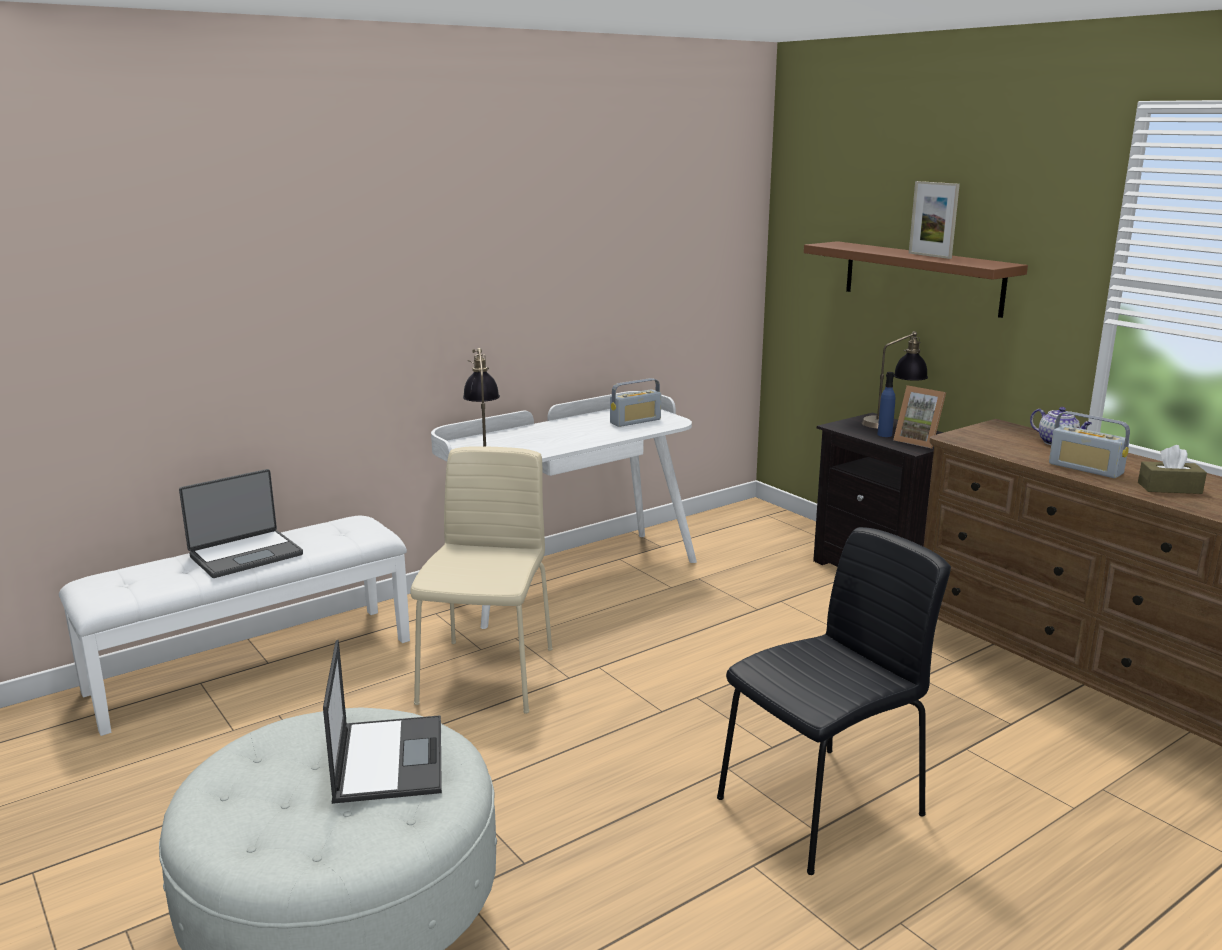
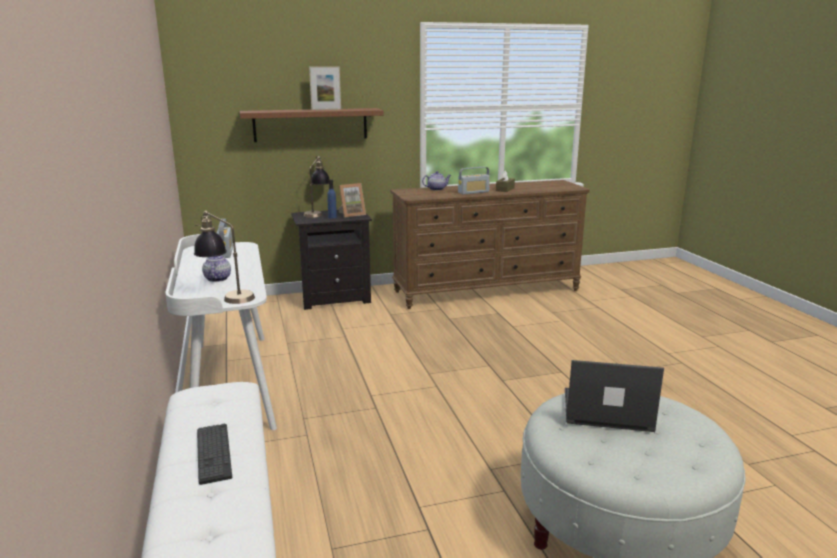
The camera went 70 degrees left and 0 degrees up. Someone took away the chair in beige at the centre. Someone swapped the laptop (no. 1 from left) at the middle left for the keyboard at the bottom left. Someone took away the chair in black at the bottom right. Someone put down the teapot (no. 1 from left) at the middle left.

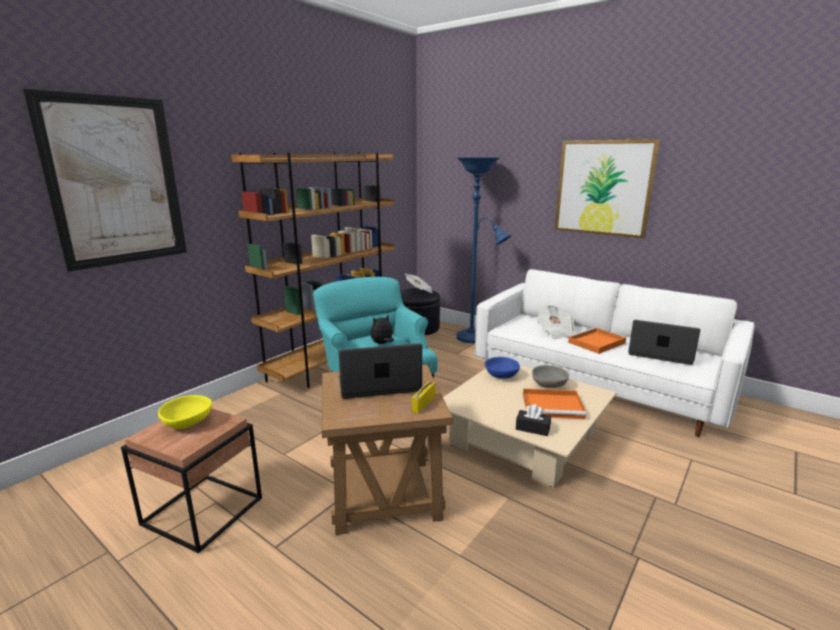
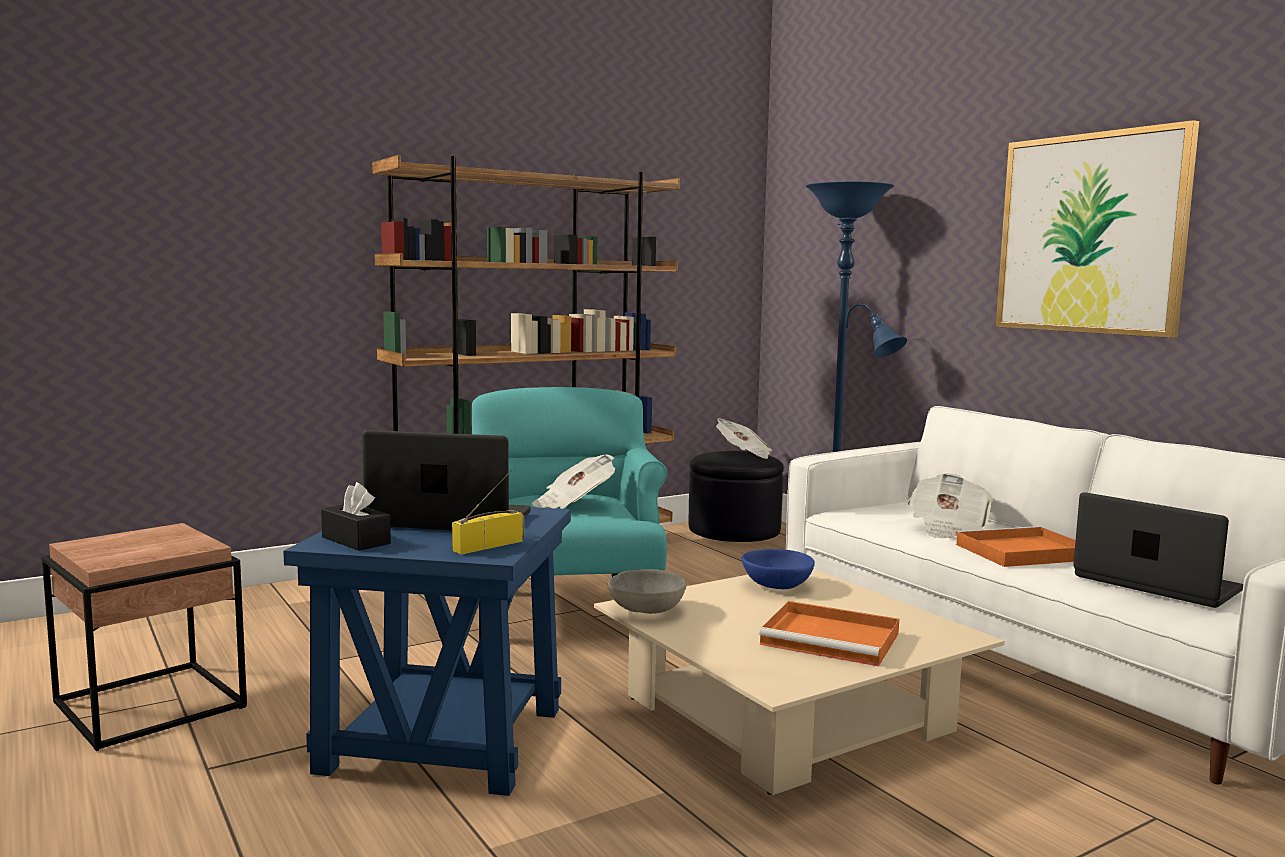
The camera went 20 degrees right and 10 degrees down. Someone took away the picture (no. 1 from left) at the top left. Someone swapped the plush toy at the centre for the newspaper (no. 1 from left) at the centre. Someone repainted the side table in brown (no. 2 from left) at the bottom centre, which became the side table in blue at the bottom left. Someone carried the bowl in grey from the centre to the bottom centre. Someone took away the bowl in yellow at the middle left. Someone carried the tissue box in black from the bottom centre to the middle left.

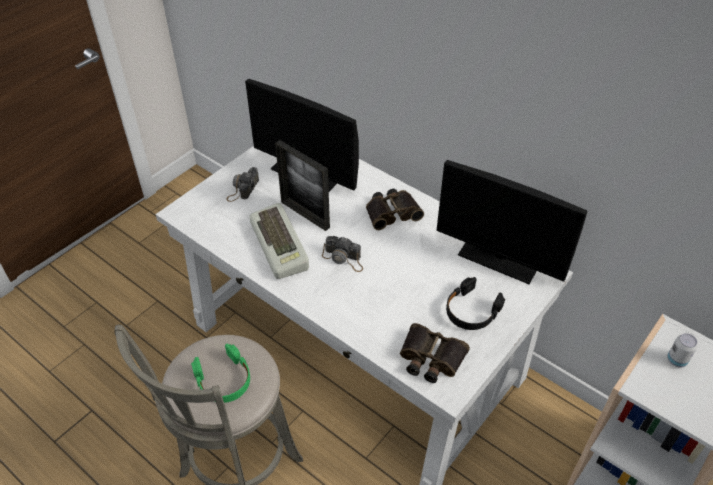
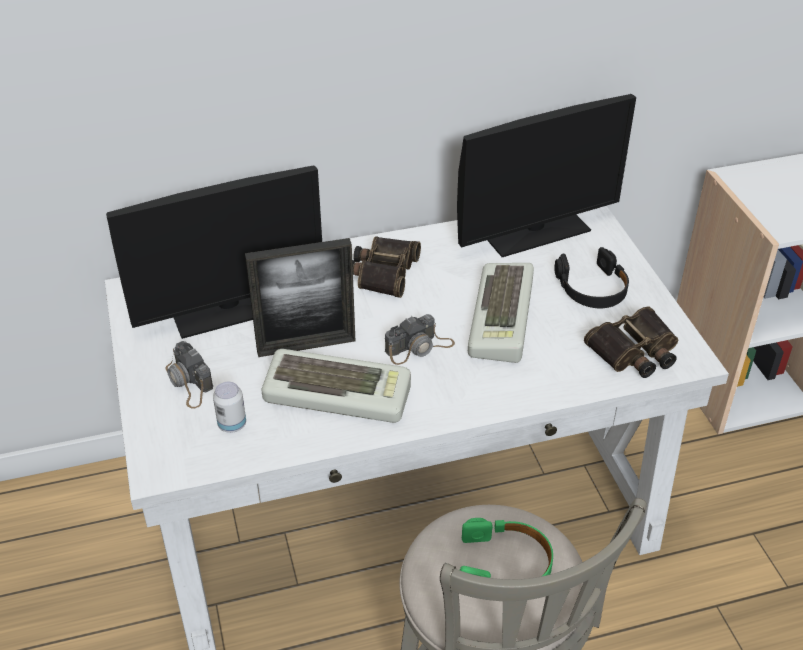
The camera went 55 degrees left and 5 degrees down. Someone carried the can from the bottom right to the middle left. Someone put down the keyboard (no. 2 from left) at the centre.

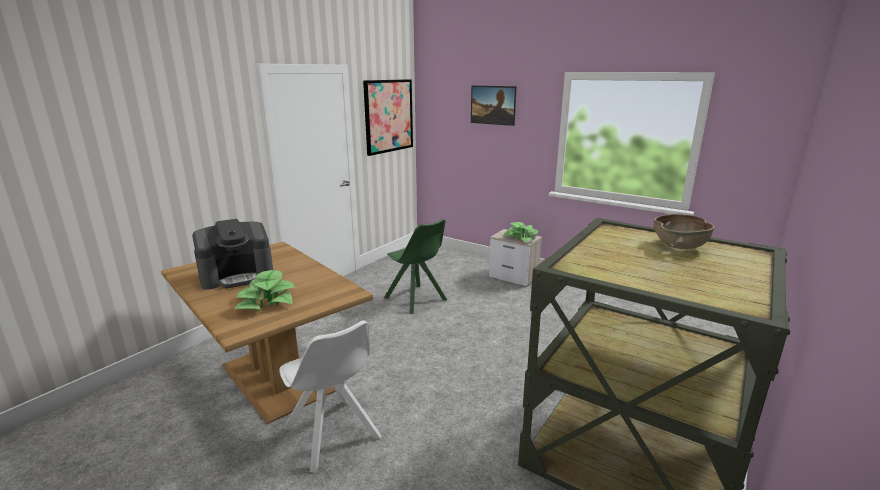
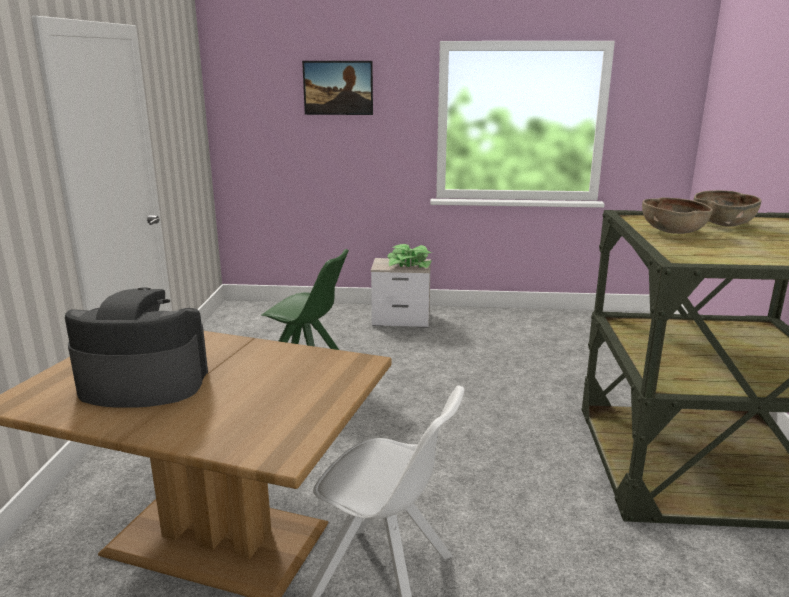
The camera went 30 degrees left and 0 degrees up. Someone took away the picture (no. 1 from left) at the top centre. Someone rotated the coffee machine at the middle left by 120 degrees counterclockwise. Someone took away the potted plant (no. 1 from left) at the middle left. Someone put down the bowl in brown (no. 1 from left) at the middle right.

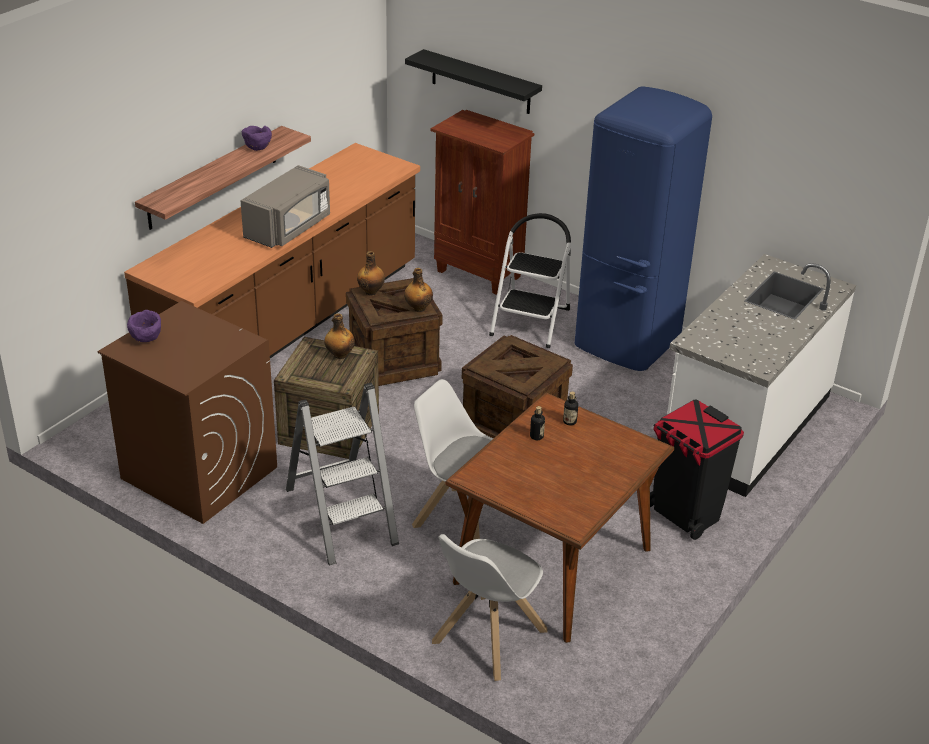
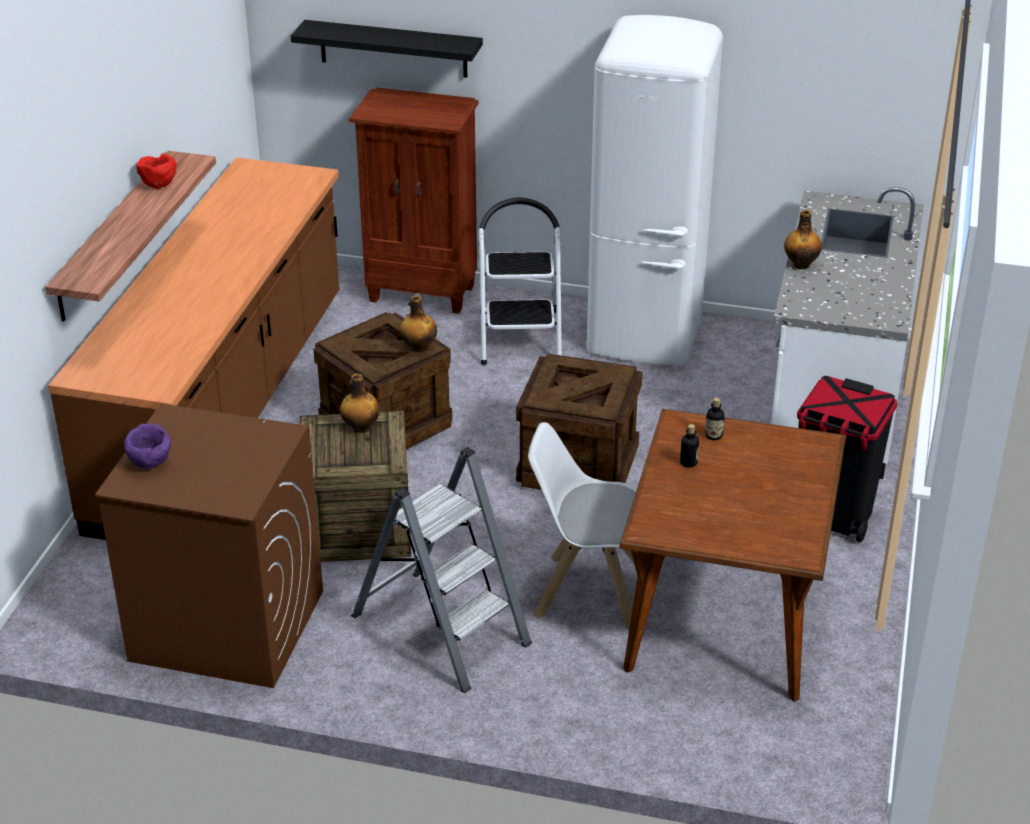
The camera went 20 degrees left and 0 degrees up. Someone repainted the fridge in blue at the top right, which became the fridge in white at the top centre. Someone repainted the bowl in purple (no. 2 from left) at the top left, which became the bowl in red at the top left. Someone took away the microwave in grey at the top left. Someone carried the bottle (no. 2 from left in the first image) from the centre to the top right. Someone took away the chair (no. 2 from left) at the bottom centre.

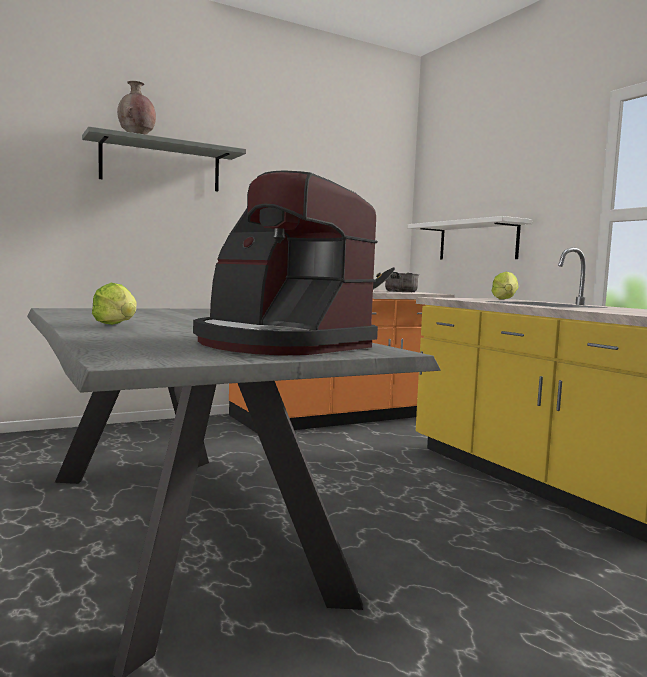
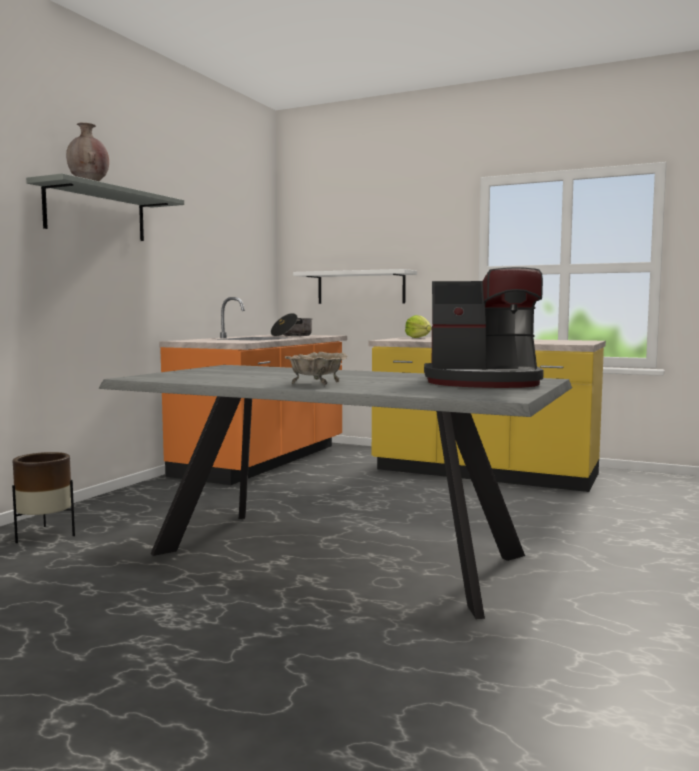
The camera went 35 degrees left and 0 degrees up. Someone swapped the lettuce (no. 1 from left) at the middle left for the bowl in beige at the centre. Someone put down the planter in brown at the middle left.

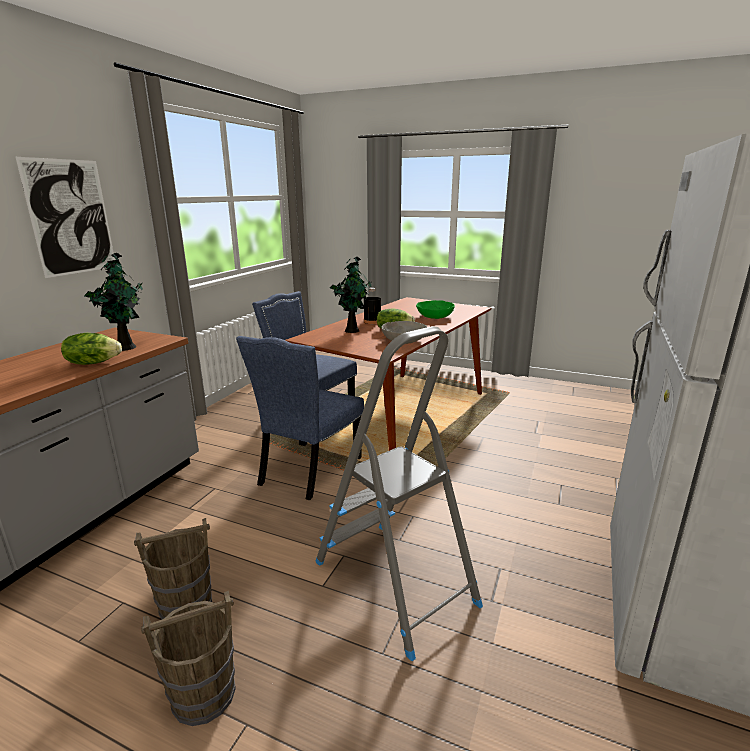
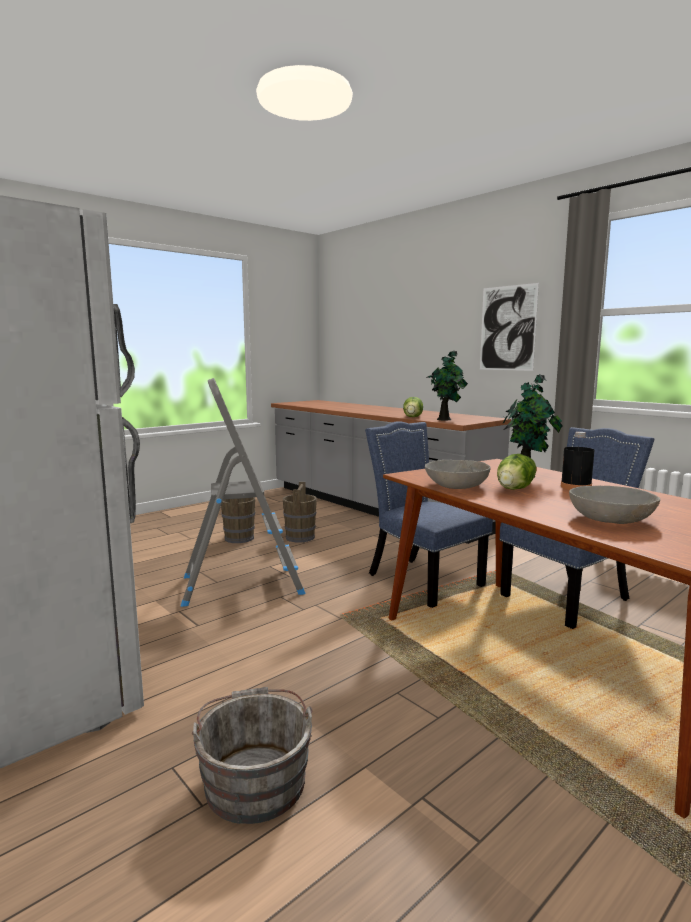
The camera went 115 degrees right and 10 degrees down. Someone repainted the bowl in green at the centre, which became the bowl in grey (no. 2 from left) at the middle right. Someone put down the bucket in grey at the bottom centre.

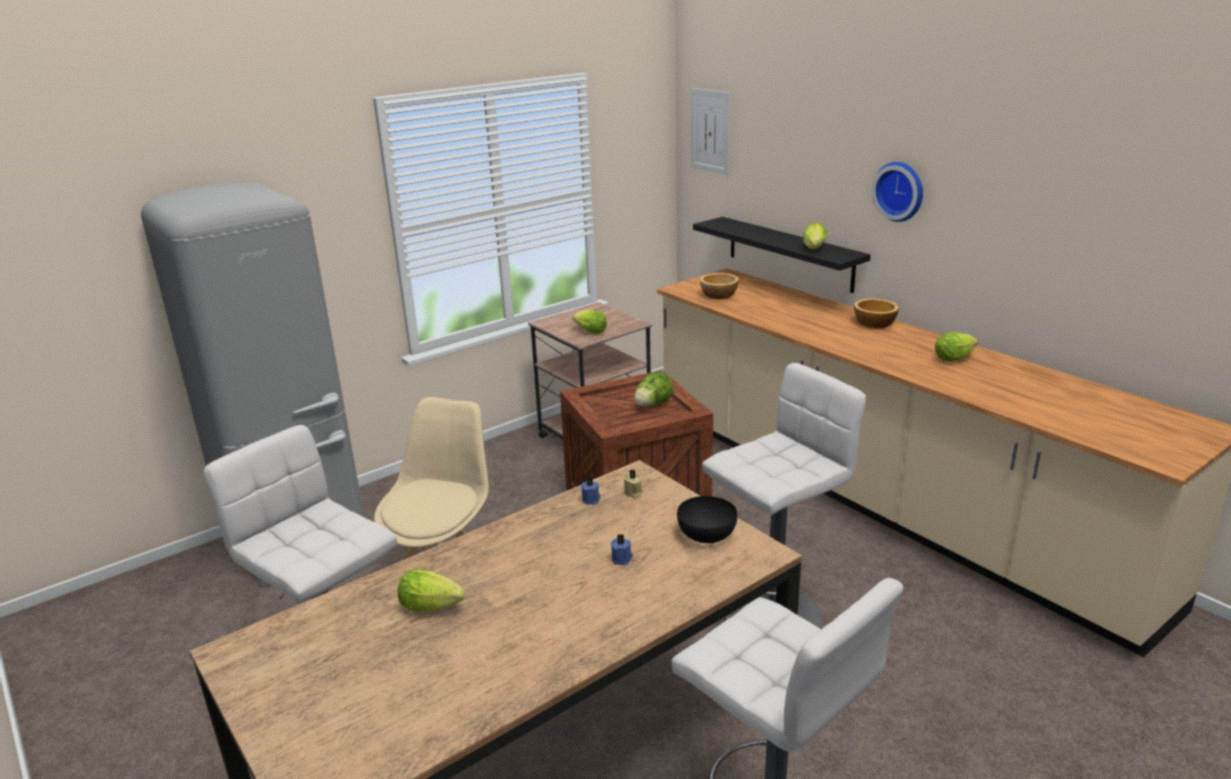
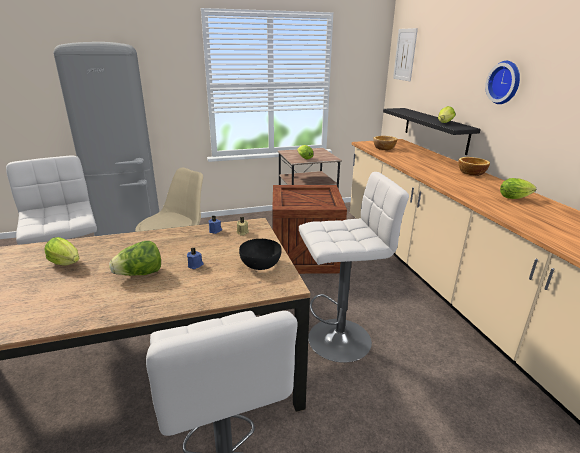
The camera went 20 degrees right and 0 degrees up. Someone carried the lettuce (no. 3 from left in the first image) from the centre to the middle left.

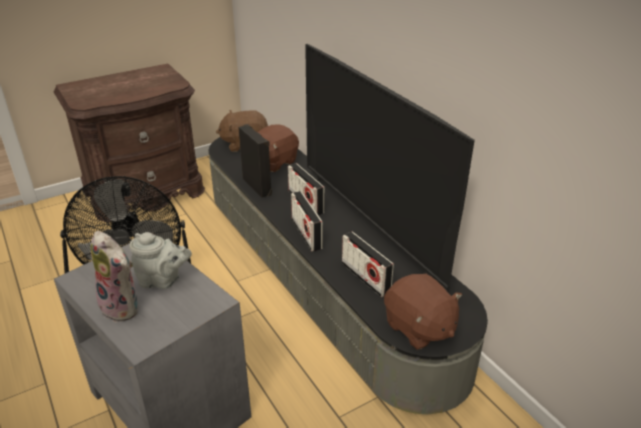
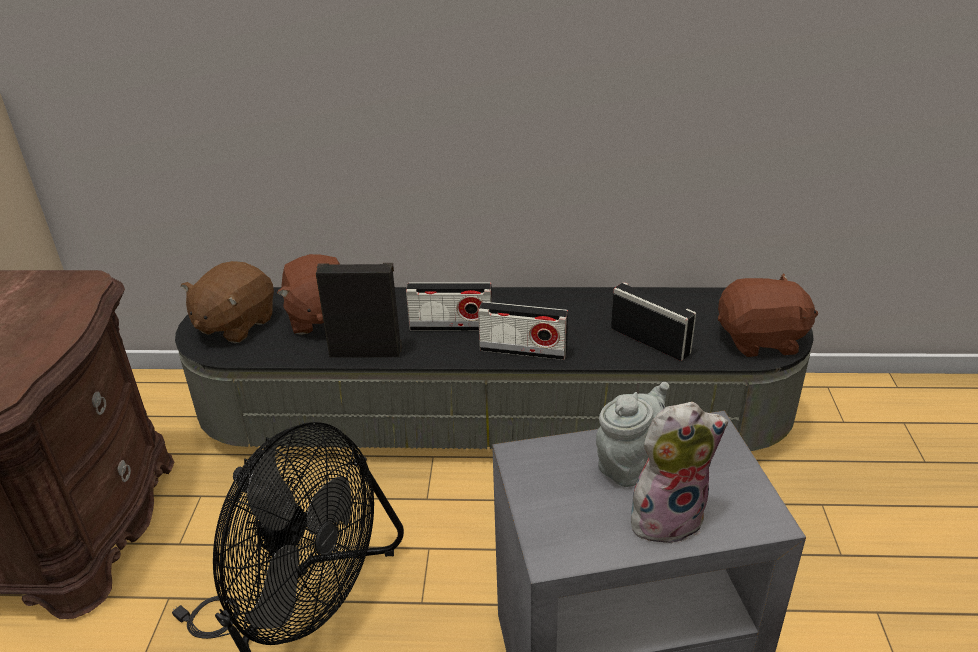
The camera went 55 degrees left and 0 degrees up. Someone took away the television at the centre. Someone rotated the radio (no. 3 from left) at the centre by 135 degrees counterclockwise.

